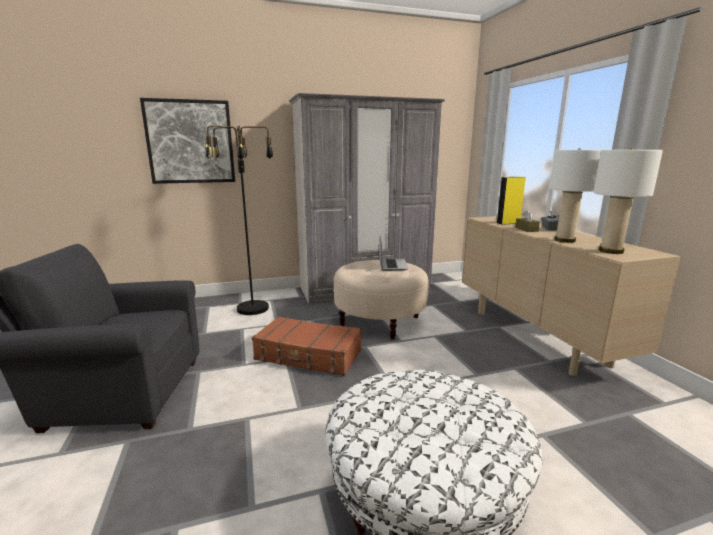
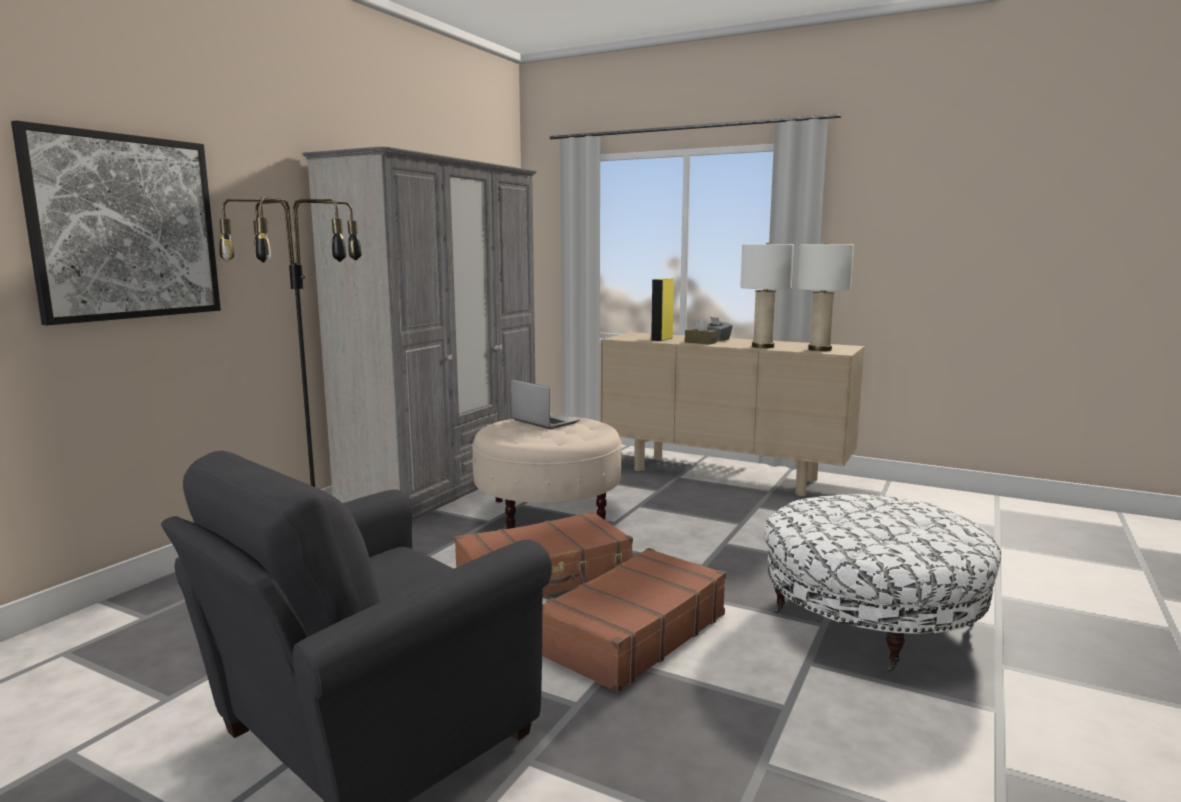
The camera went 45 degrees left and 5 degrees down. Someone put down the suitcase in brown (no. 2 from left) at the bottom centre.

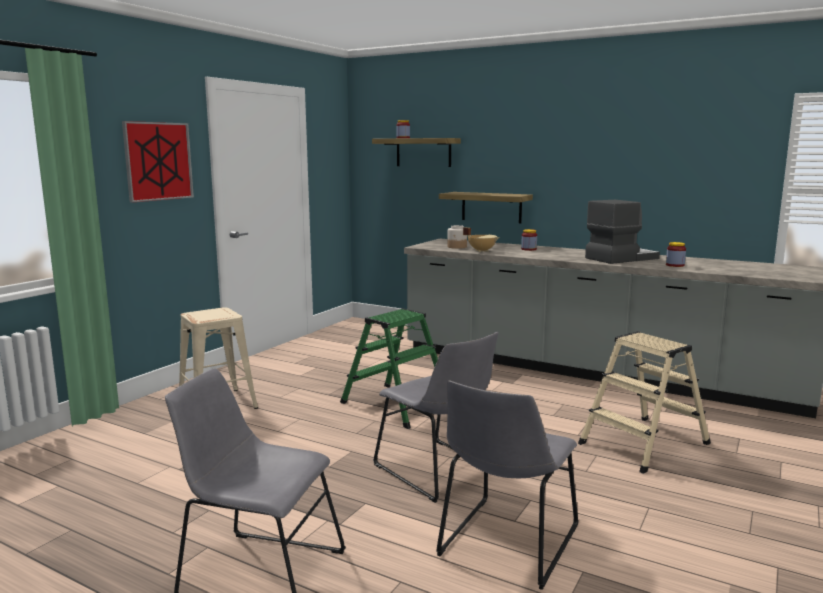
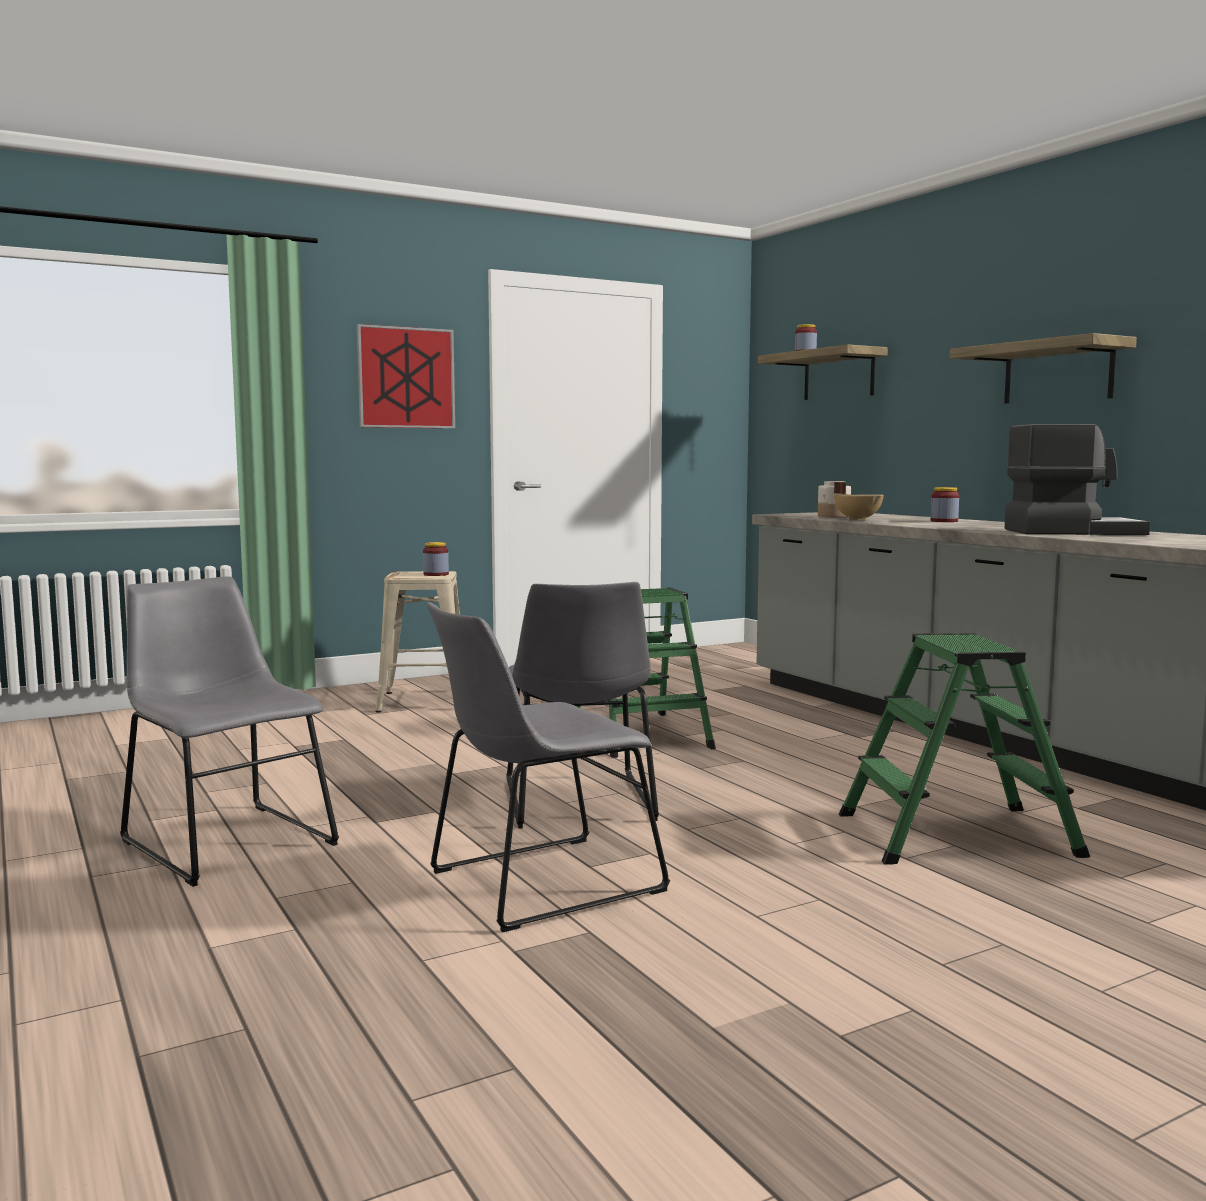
The camera went 30 degrees right and 5 degrees down. Someone carried the shelf (no. 2 from left) from the centre to the top right. Someone carried the jar (no. 4 from left in the first image) from the middle right to the centre. Someone repainted the step ladder in beige at the bottom right, which became the step ladder in green (no. 2 from left) at the middle right.

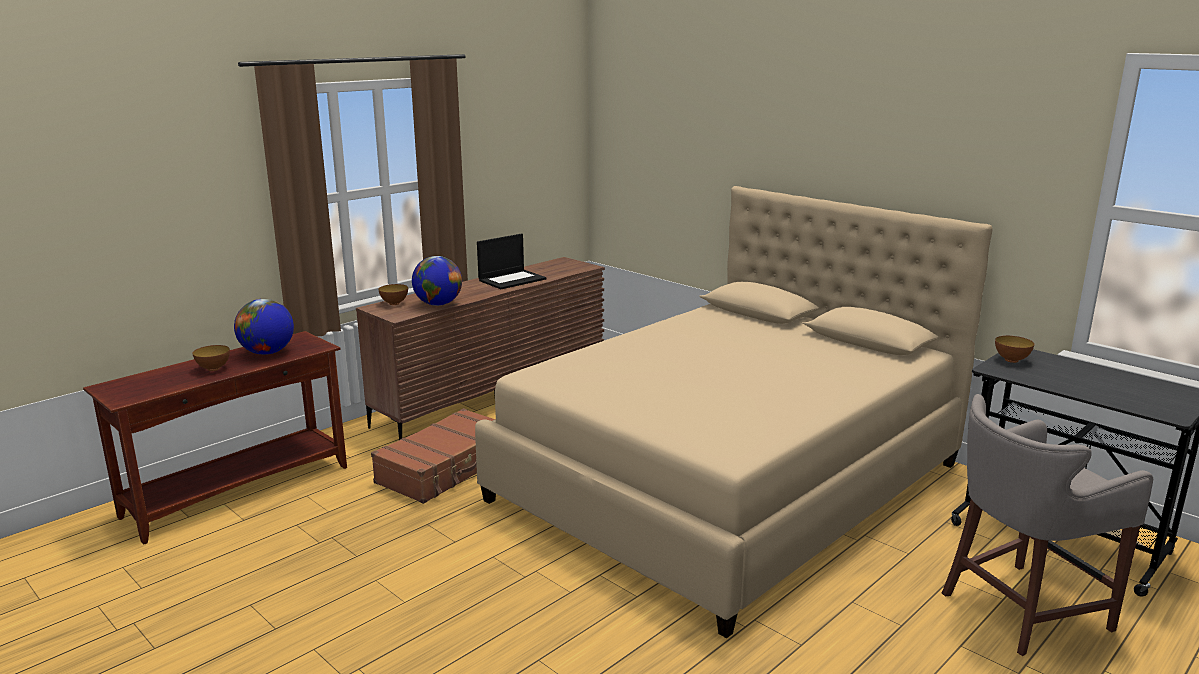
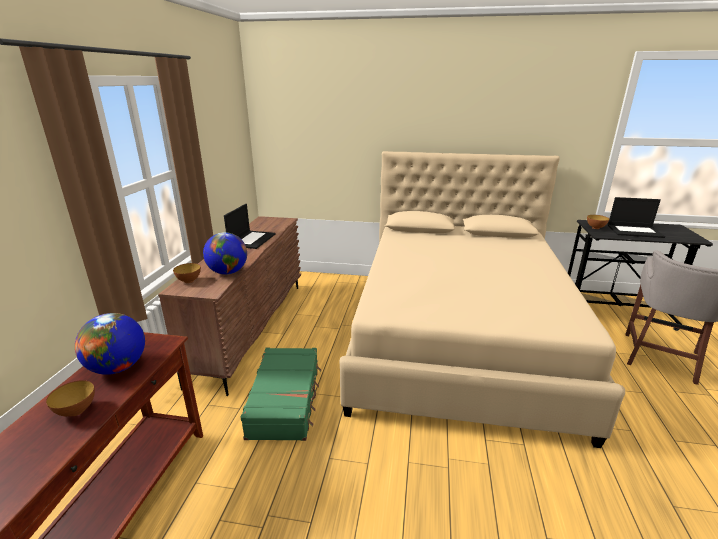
The camera went 35 degrees left and 5 degrees up. Someone repainted the suitcase in brown at the bottom centre, which became the suitcase in green at the bottom centre. Someone put down the laptop (no. 2 from left) at the middle right.

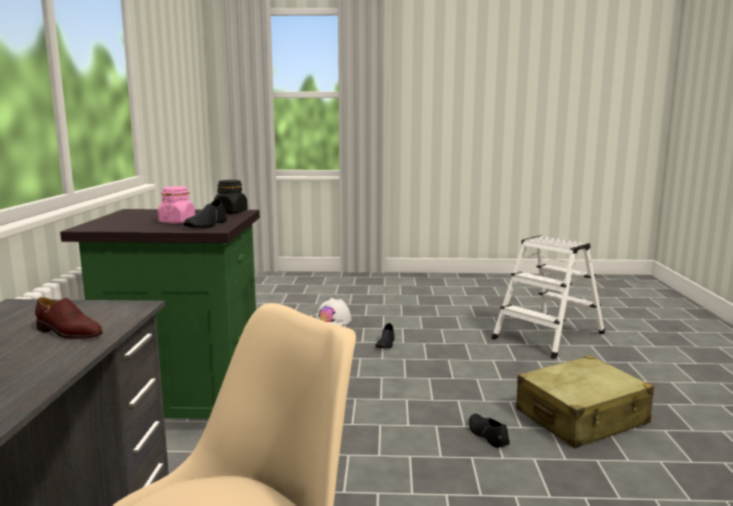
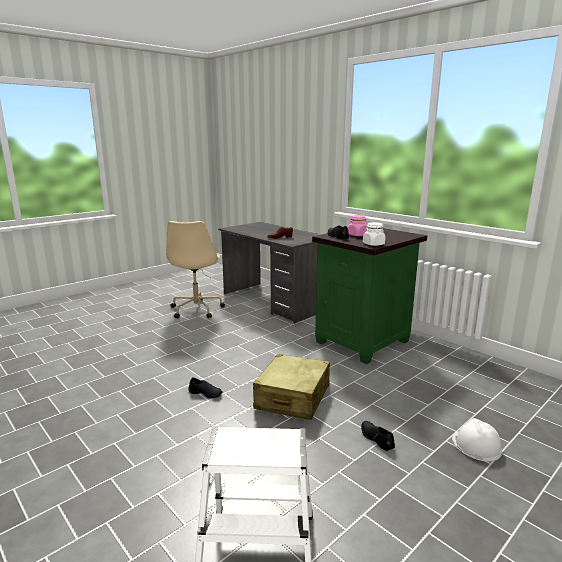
The camera went 135 degrees right and 5 degrees up. Someone repainted the jar in black at the middle left, which became the jar in white at the centre. Someone carried the suitcase in beige from the bottom right to the bottom centre.

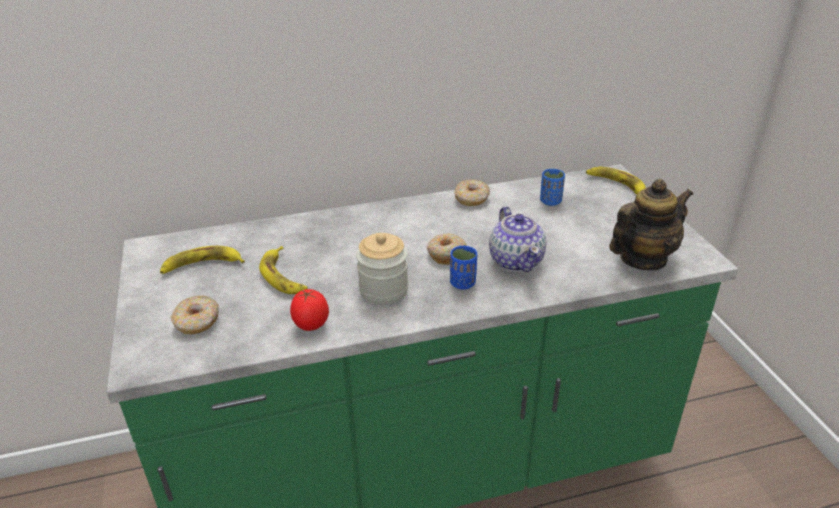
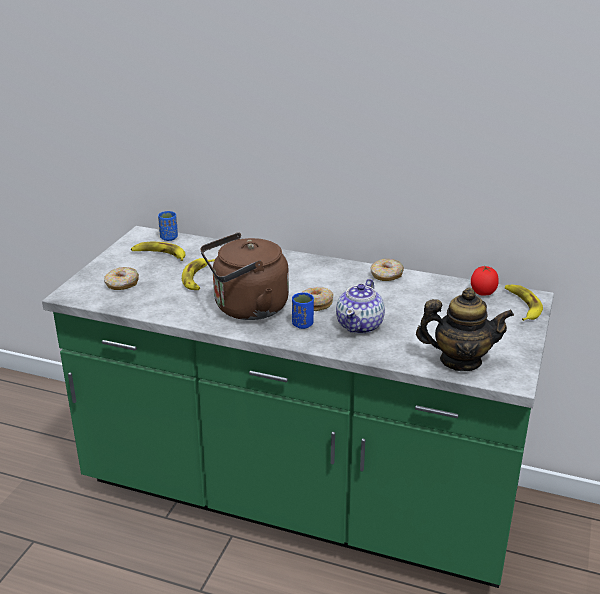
The camera went 35 degrees right and 5 degrees down. Someone carried the cup in blue (no. 2 from left in the first image) from the centre to the middle left. Someone swapped the jar at the centre for the kettle in brown at the centre. Someone carried the tomato from the centre to the middle right.

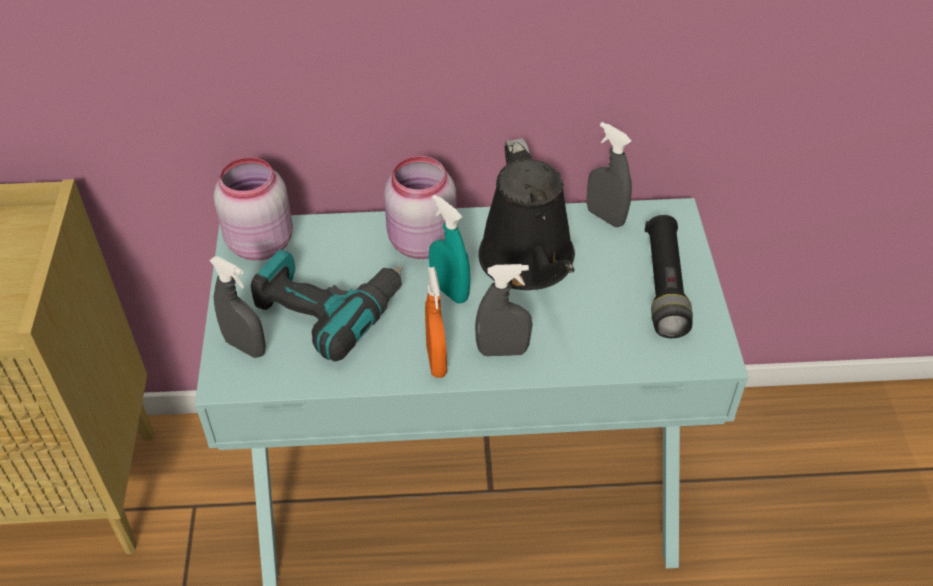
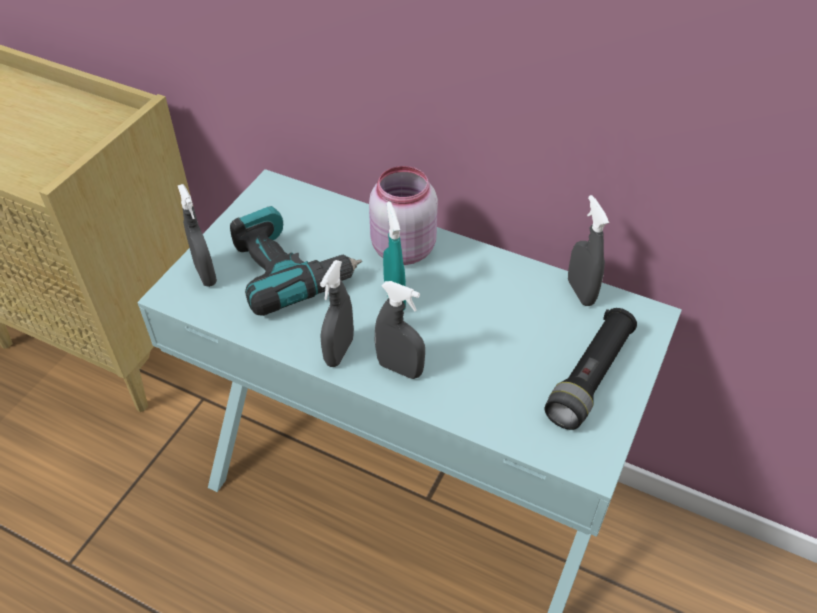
The camera went 30 degrees right and 0 degrees up. Someone took away the watering can in black at the centre. Someone took away the jar in pink (no. 1 from left) at the middle left. Someone repainted the spray bottle in orange at the centre, which became the spray bottle in grey (no. 2 from left) at the centre.

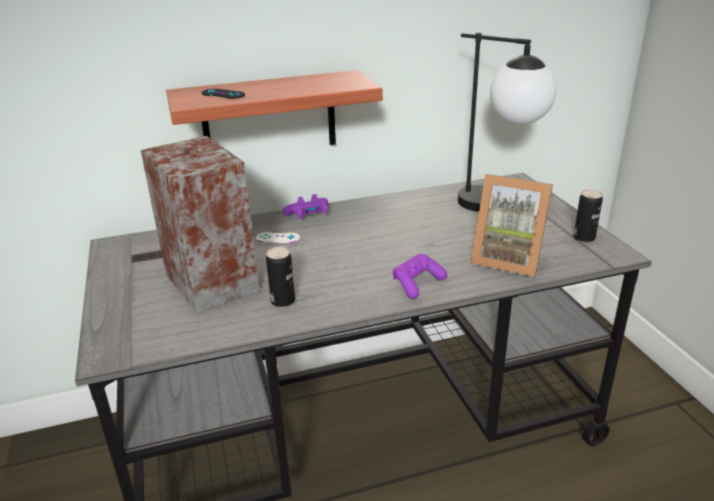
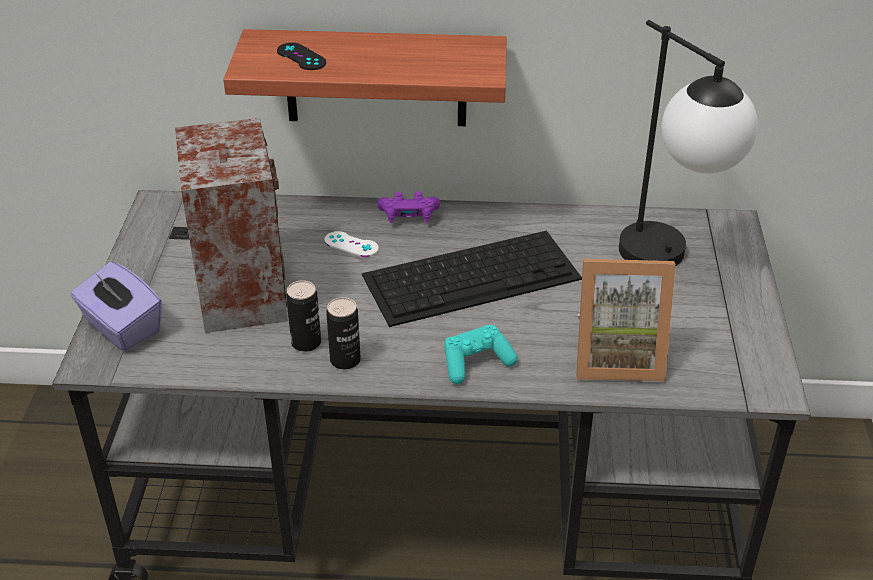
The camera went 20 degrees right and 10 degrees up. Someone rotated the picture frame at the middle right by 45 degrees counterclockwise. Someone carried the can (no. 2 from left) from the middle right to the centre. Someone repainted the game controller in purple (no. 2 from left) at the centre, which became the game controller in turquoise at the centre. Someone put down the keyboard at the centre. Someone put down the tissue box in purple at the middle left.

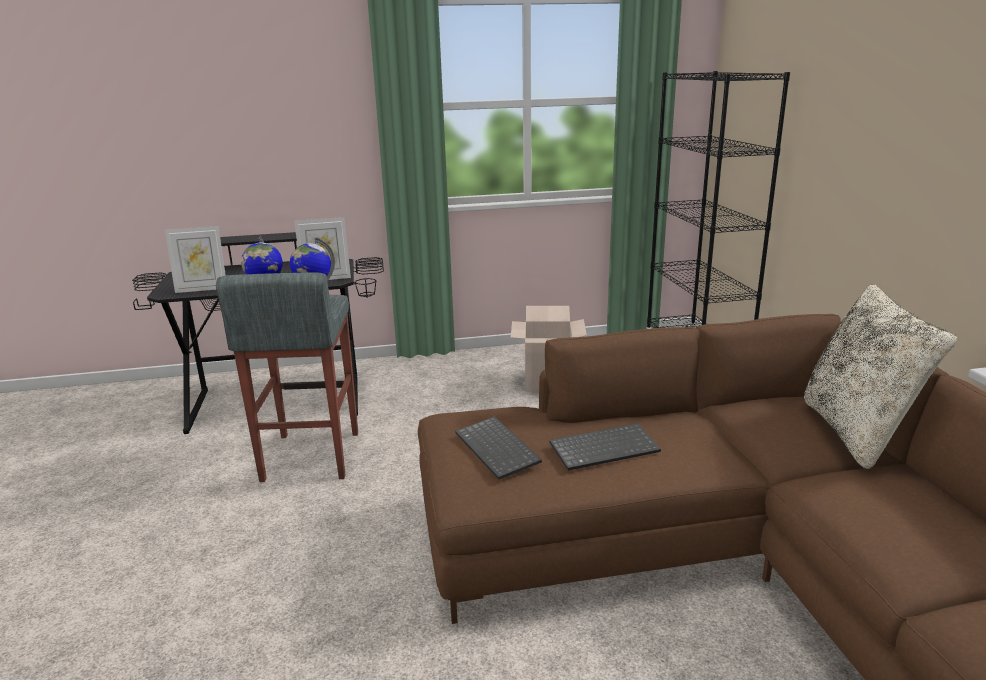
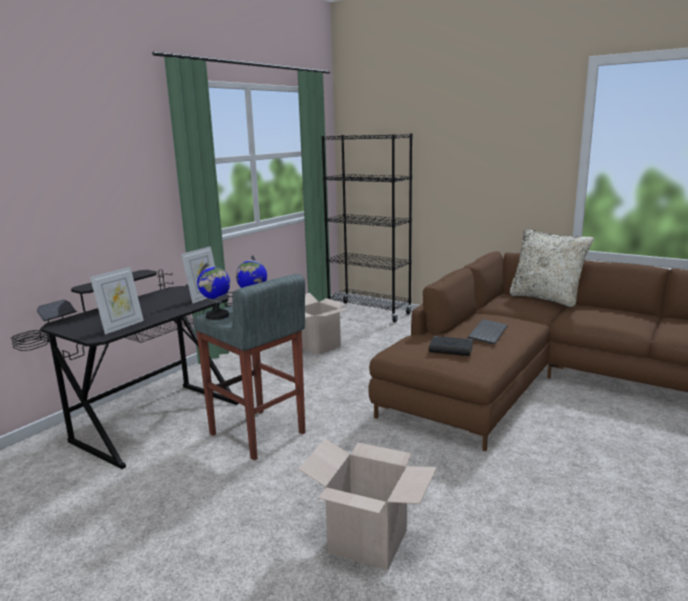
The camera went 45 degrees left and 5 degrees down. Someone swapped the keyboard (no. 1 from left) at the centre for the book in black at the centre. Someone put down the cardboard box (no. 2 from left) at the bottom centre.

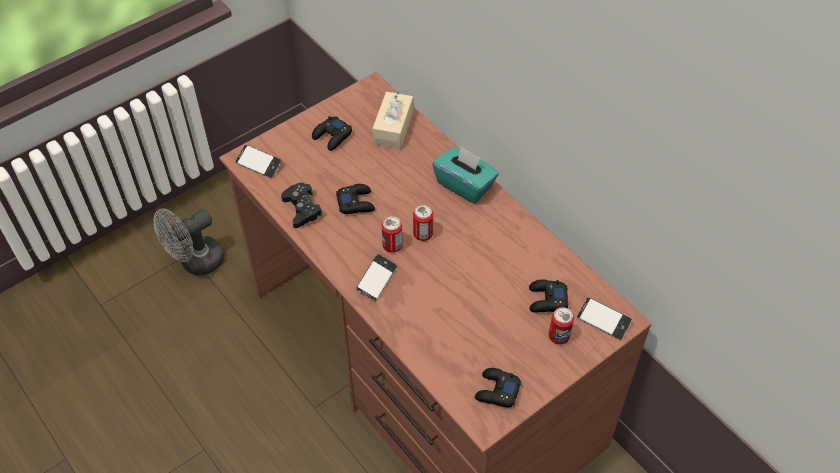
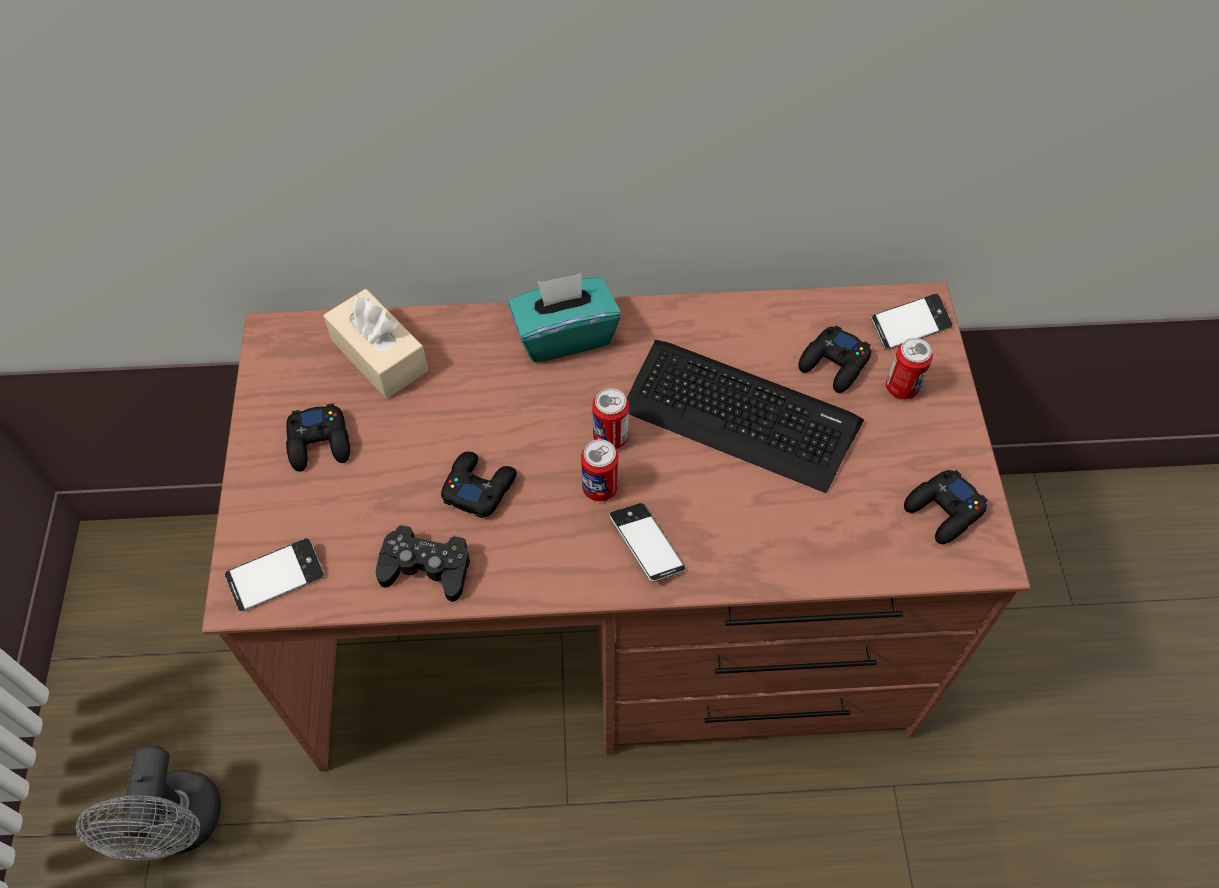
The camera went 55 degrees left and 5 degrees up. Someone put down the keyboard at the centre.

